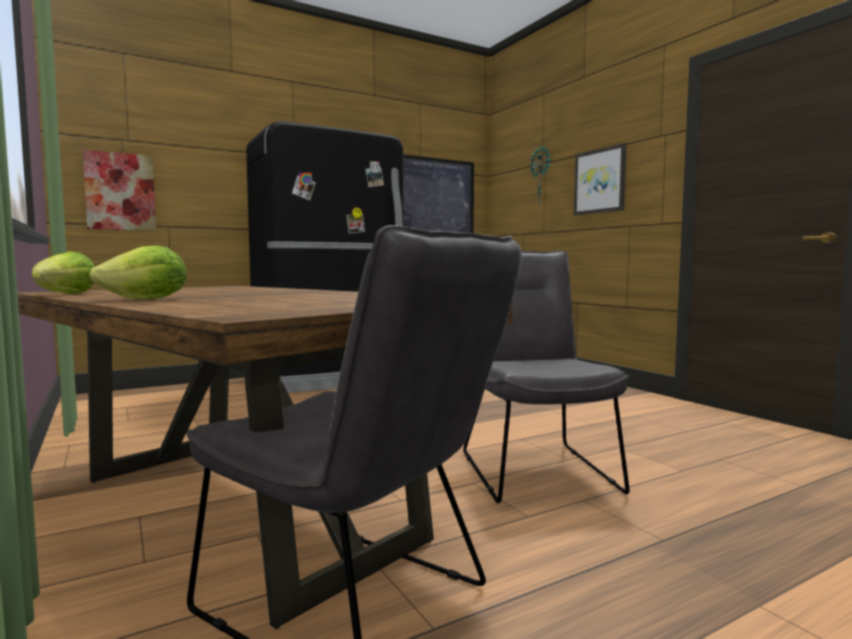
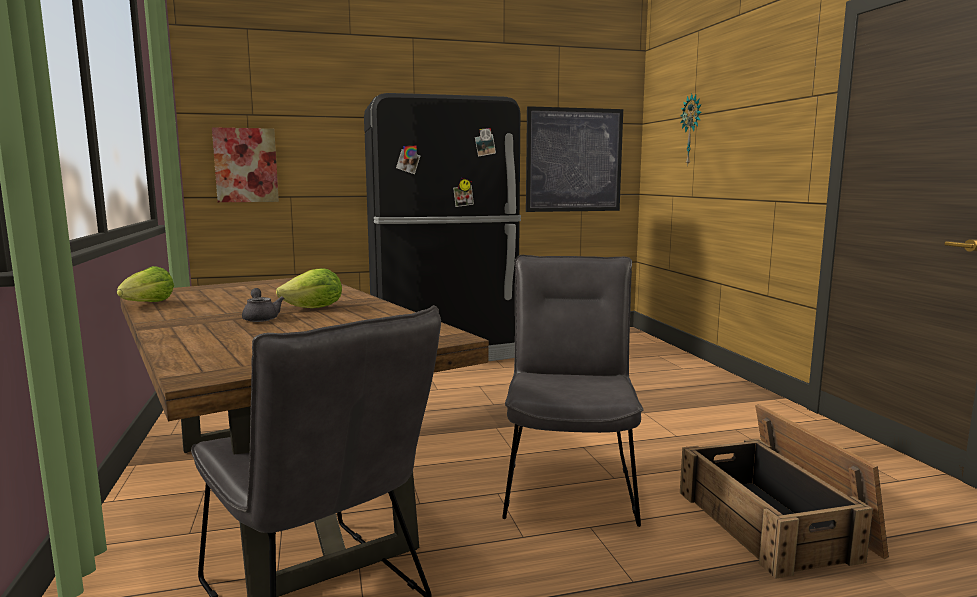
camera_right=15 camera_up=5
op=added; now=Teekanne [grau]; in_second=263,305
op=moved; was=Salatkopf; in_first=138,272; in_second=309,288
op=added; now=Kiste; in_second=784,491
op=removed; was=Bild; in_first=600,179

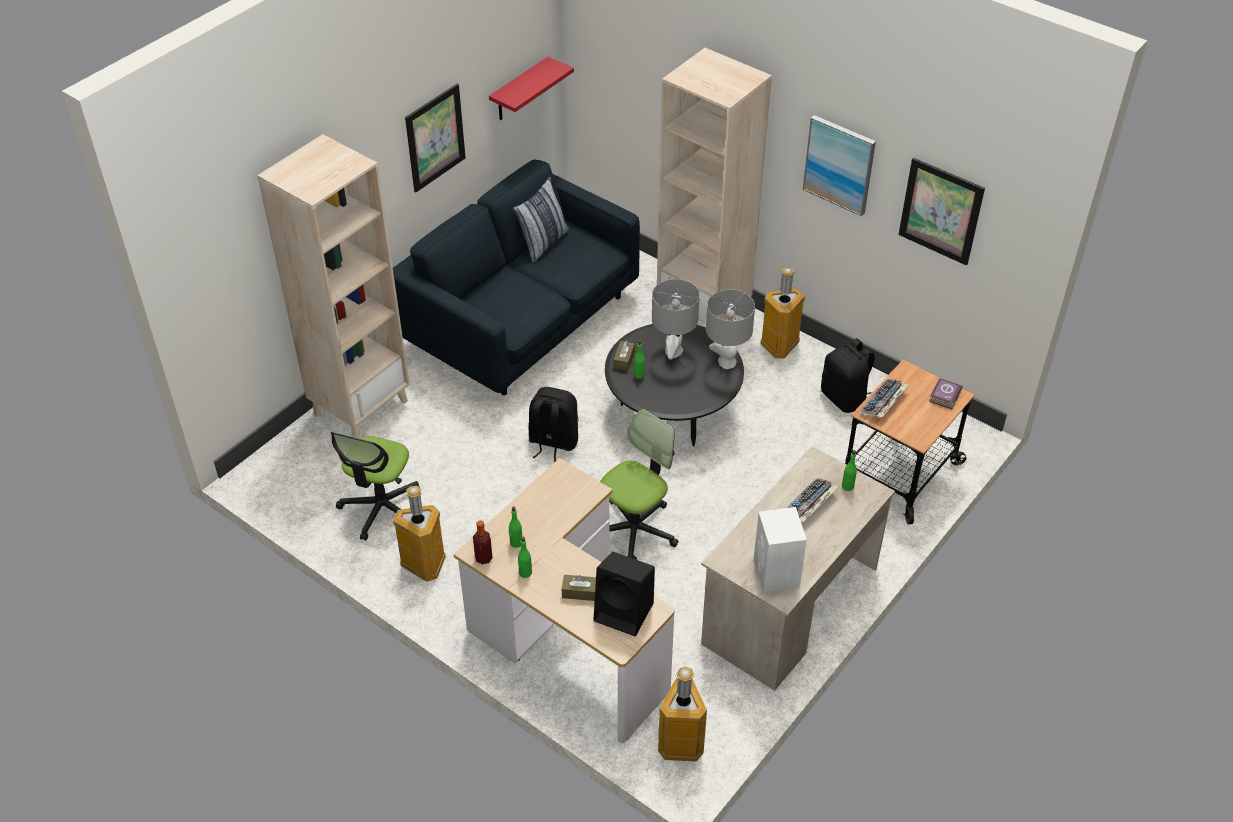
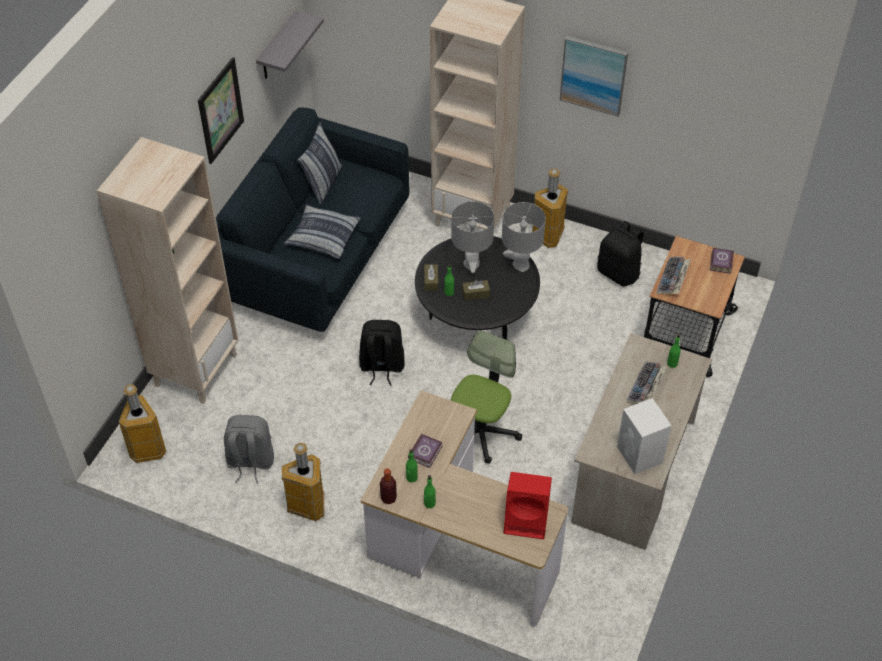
camera_right=-15 camera_up=5
op=moved; was=Mülleimer; in_first=682,714; in_second=142,423
op=replaced; was=Bürostuhl; now=Rucksack [grau]; in_first=375,486; in_second=249,449
op=recoloured; was=Wandregal [rot]; now=Wandregal [grau]; in_first=531,88; in_second=290,45
op=added; now=Kissen; in_second=322,231
op=added; now=Buch; in_second=425,450
op=moved; was=Taschentuchbox [braun]; in_first=579,588; in_second=476,290
op=recoloured; was=Lautsprecher [schwarz]; now=Lautsprecher [rot]; in_first=624,594; in_second=528,505
op=removed; was=Bild; in_first=941,212

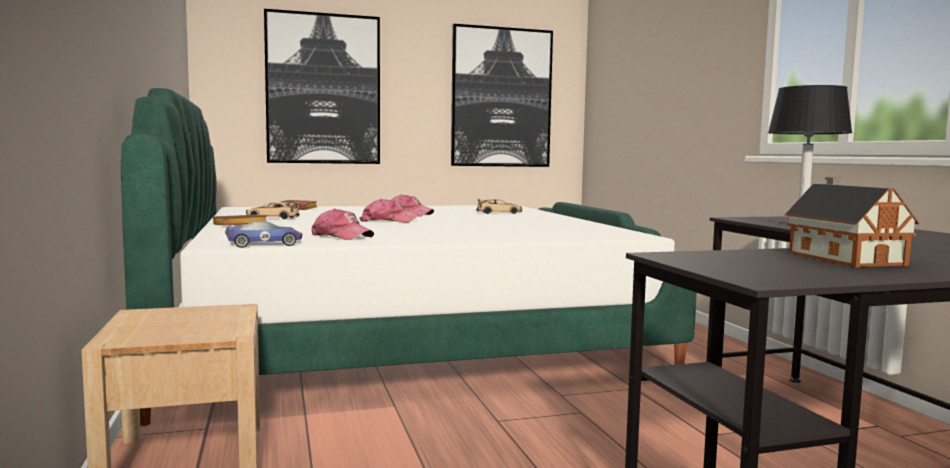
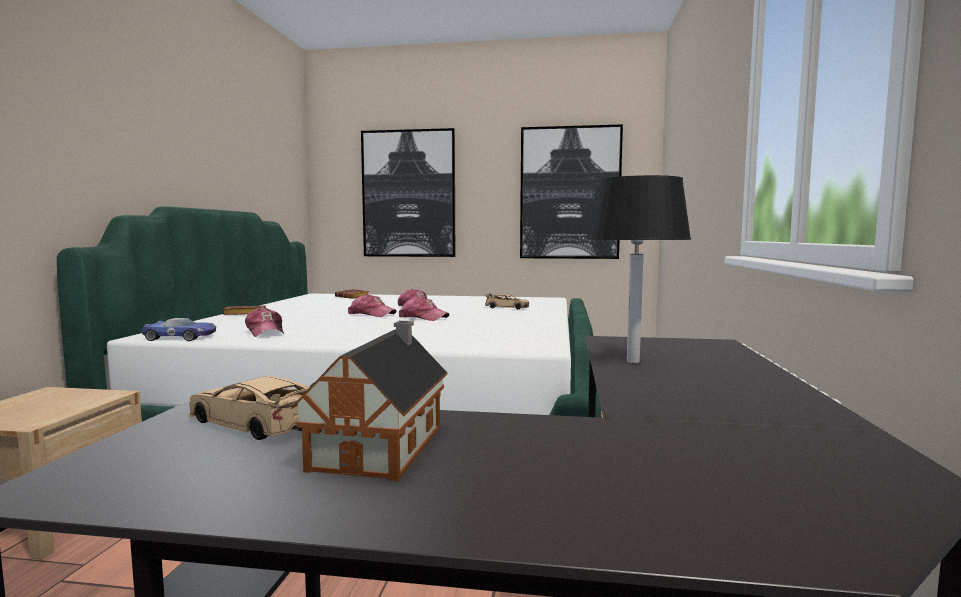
camera_right=25 camera_up=0
op=moved; was=Spielzeugauto [beige]; in_first=273,210; in_second=251,408
op=added; now=Kappe; in_second=424,309

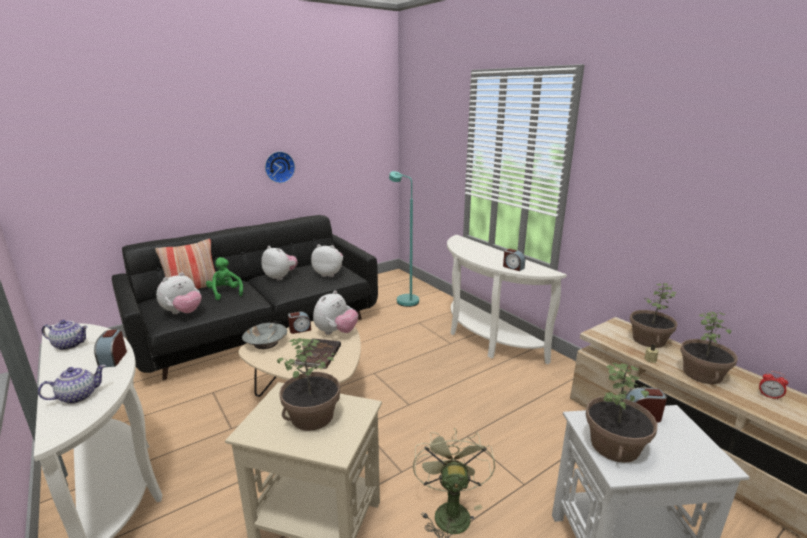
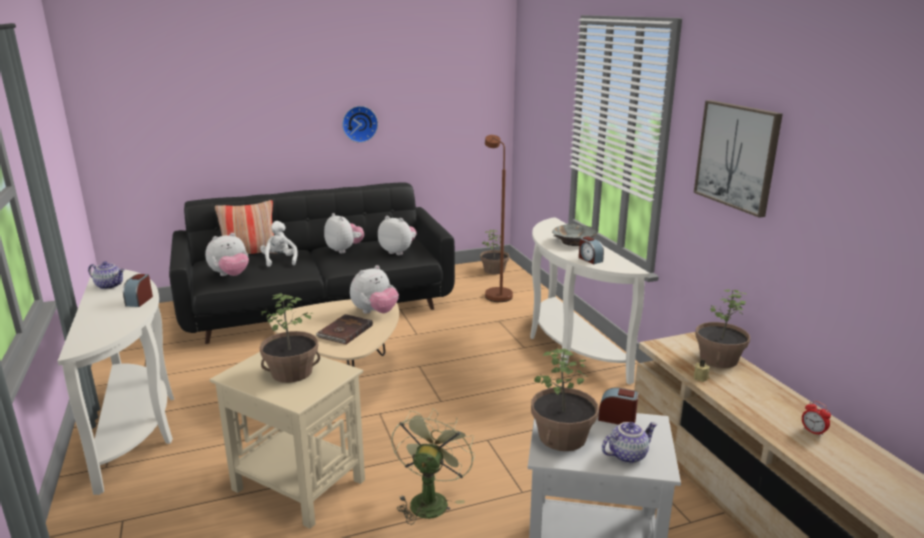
camera_right=15 camera_up=0
op=recoloured; was=Plüschtier [grün]; now=Plüschtier [weiß]; in_first=224,278; in_second=279,244
op=moved; was=Topfpflanze; in_first=709,348; in_second=494,252
op=recoloured; was=Stehlampe [türkis]; now=Stehlampe [braun]; in_first=404,239; in_second=499,218
op=moved; was=Schüssel [grau]; in_first=264,336; in_second=574,235
op=moved; was=Teekanne; in_first=72,384; in_second=629,442
op=added; now=Bild; in_second=738,159
op=removed; was=Wecker; in_first=299,323

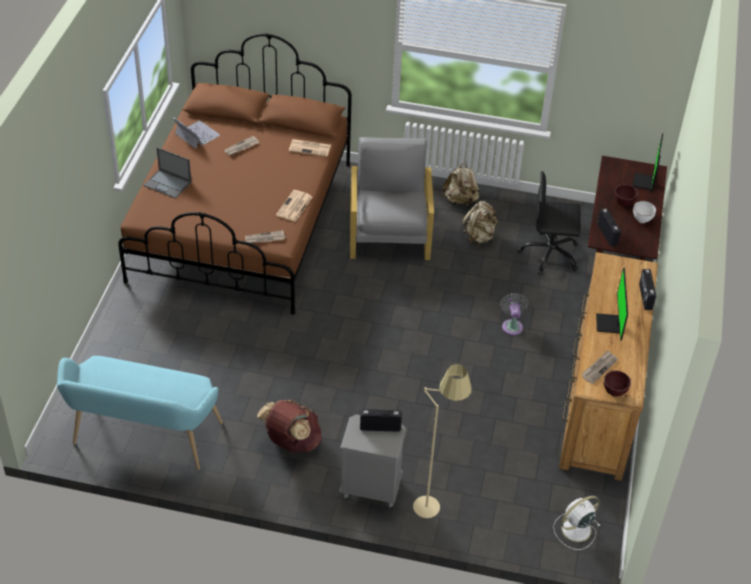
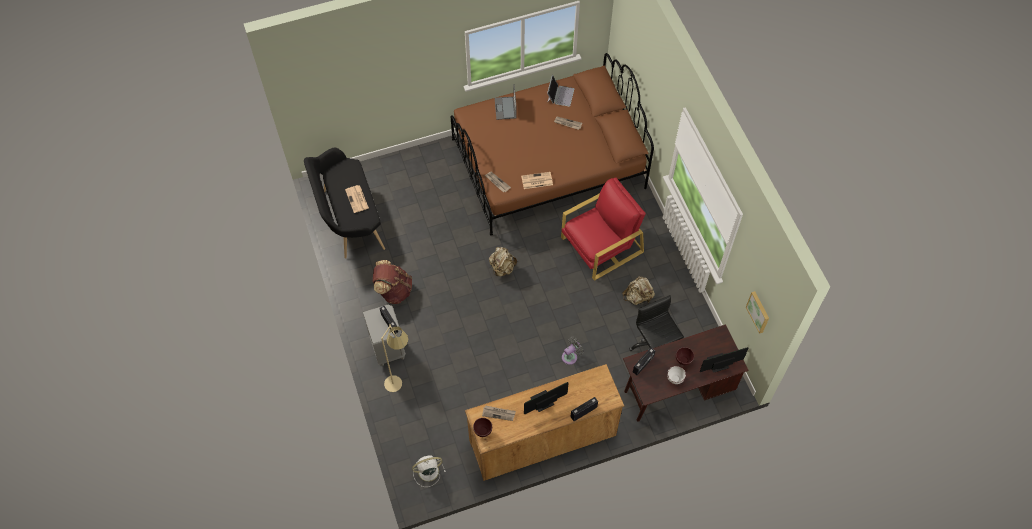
camera_right=60 camera_up=15
op=recoloured; was=Bank [türkis]; now=Bank [schwarz]; in_first=140,413; in_second=344,203
op=moved; was=Zeitung; in_first=310,148; in_second=357,199
op=turned; was=Ventilator [weiß]; in_first=576,523; in_second=429,471; clockwise=-45
op=moved; was=Rucksack [beige]; in_first=461,185; in_second=503,262
op=recoloured; was=Sessel [grau]; now=Sessel [rot]; in_first=392,198; in_second=603,229
op=added; now=Bild; in_second=757,312

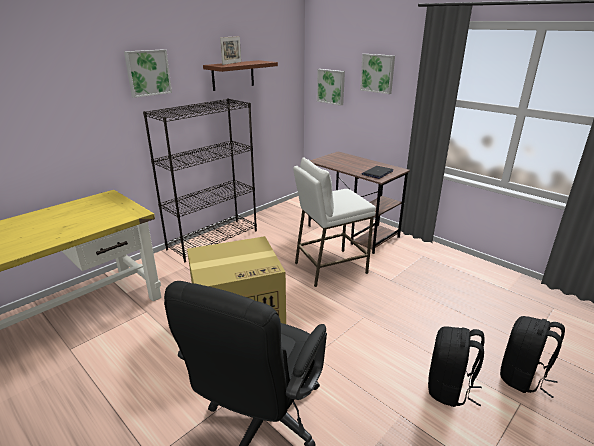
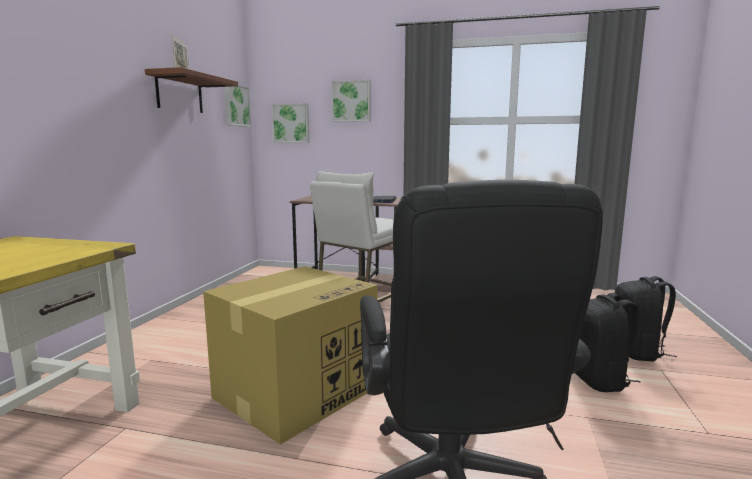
camera_right=-30 camera_up=-15
op=moved; was=Bild; in_first=148,73; in_second=237,106
op=removed; was=Bücherregal [schwarz]; in_first=200,180

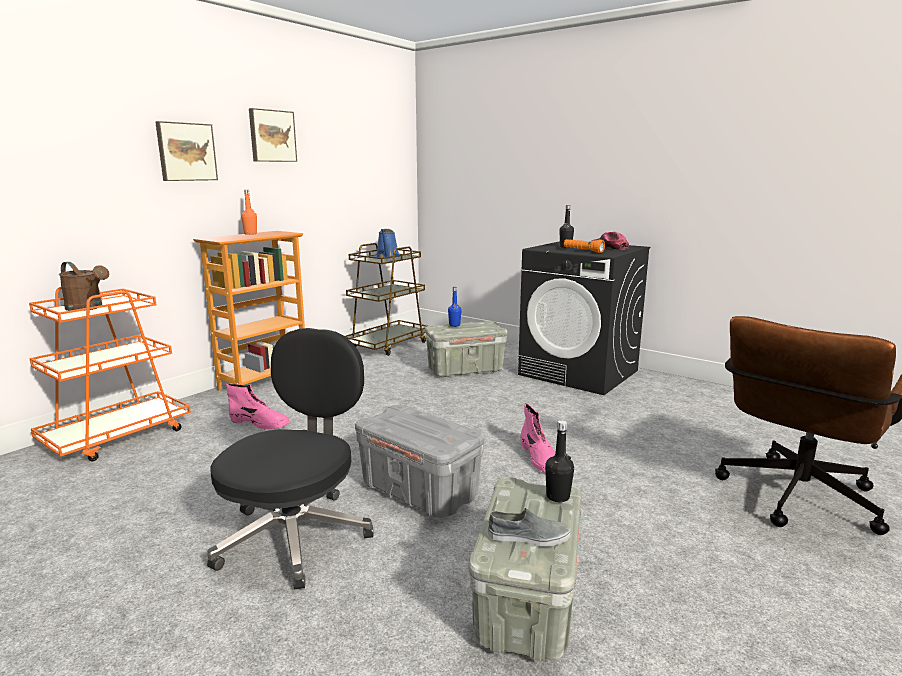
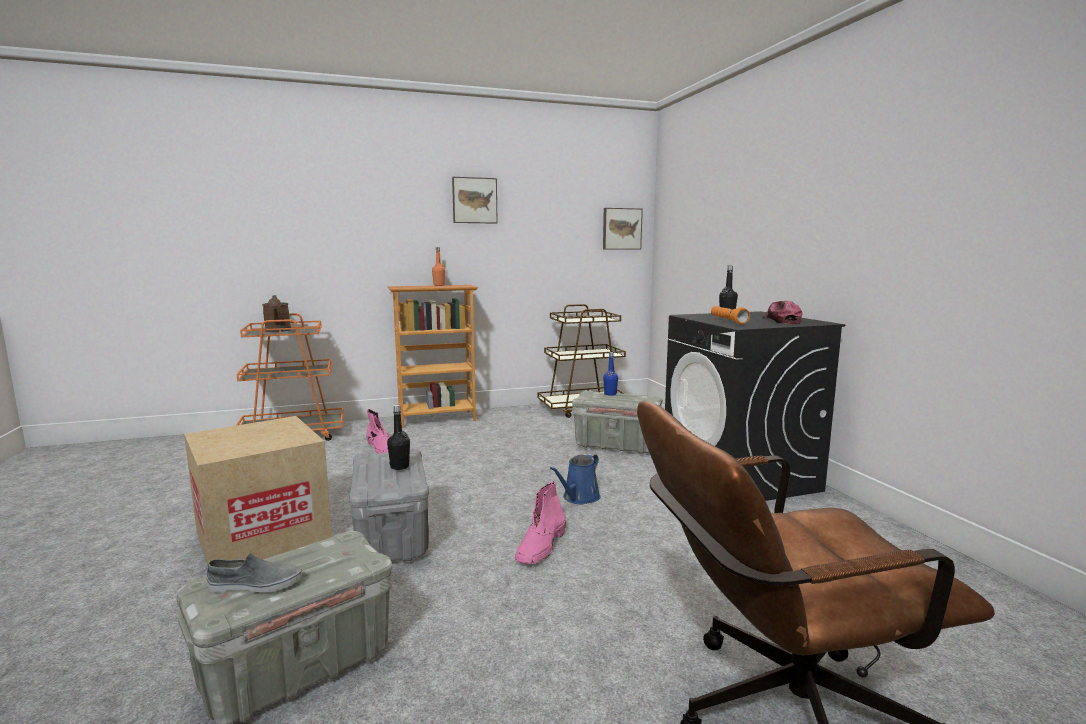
camera_right=35 camera_up=-5
op=replaced; was=Bürostuhl [schwarz]; now=Karton; in_first=290,458; in_second=258,491
op=turned; was=Schuh [grau]; in_first=529,527; in_second=254,573; clockwise=-45
op=moved; was=Flasche [schwarz]; in_first=559,461; in_second=398,437
op=moved; was=Gießkanne [blau]; in_first=388,244; in_second=575,478
op=moved; was=Bild; in_first=186,151; in_second=623,228

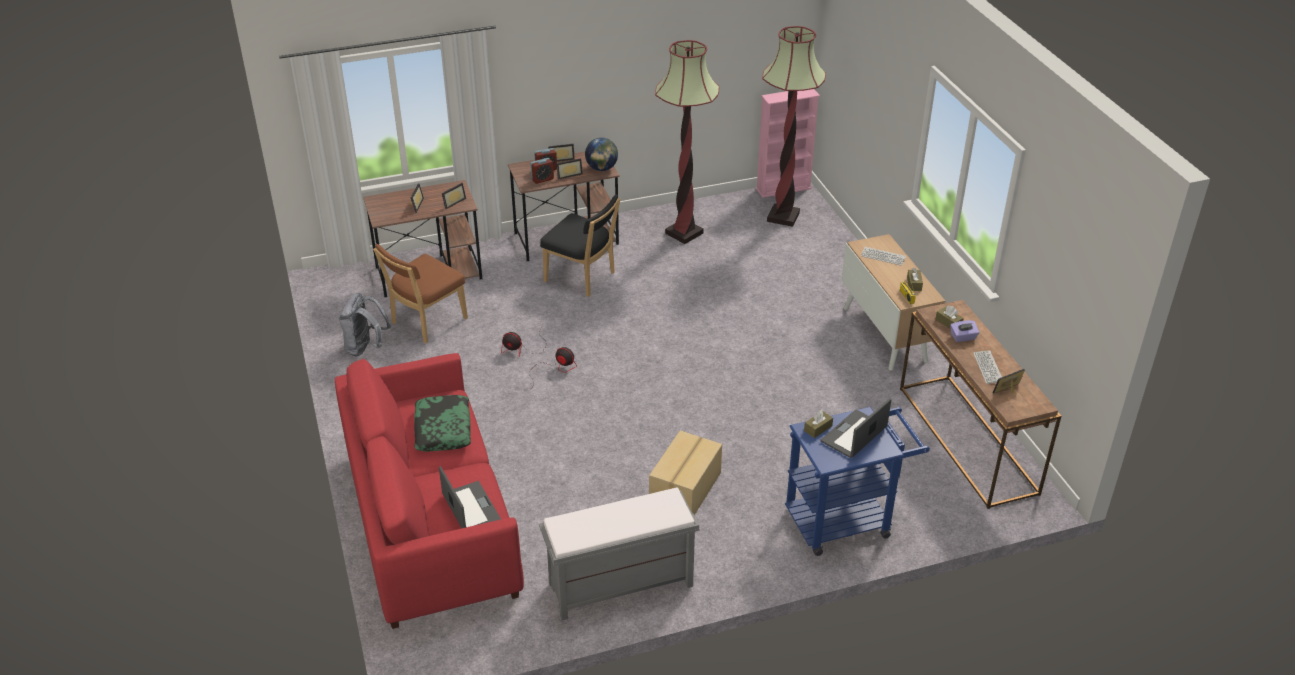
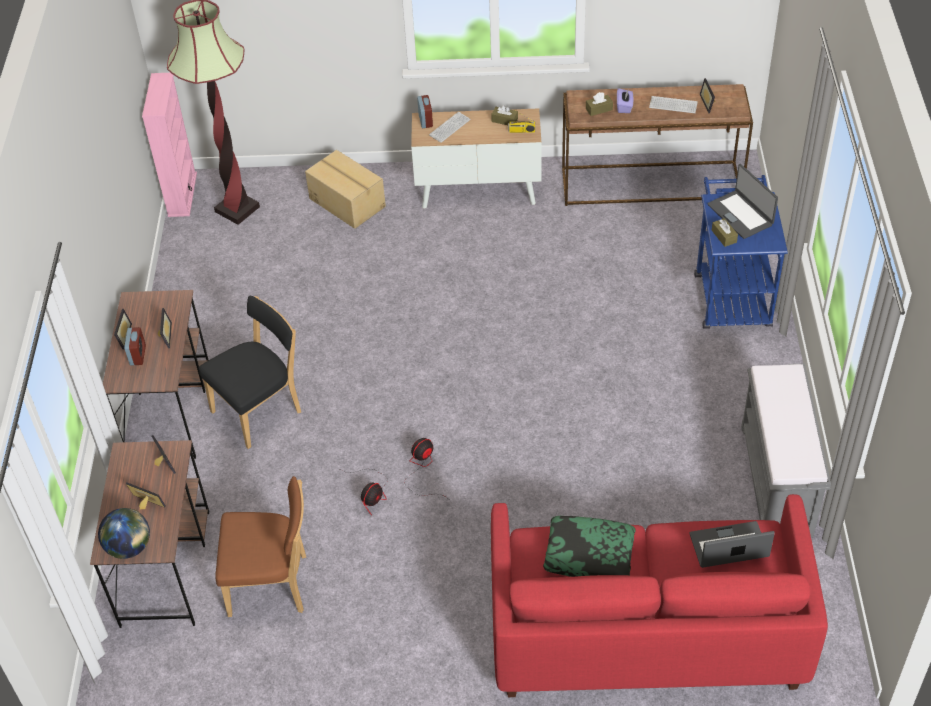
camera_right=-70 camera_up=10
op=moved; was=Globus; in_first=601,154; in_second=124,533
op=turned; was=Stuhl [braun]; in_first=420,293; in_second=260,546; clockwise=-60
op=moved; was=Karton; in_first=685,472; in_second=345,189
op=moved; was=Wecker; in_first=542,171; in_second=425,111
op=removed; was=Rucksack [grau]; in_first=365,324
op=removed; was=Stehlampe; in_first=687,142

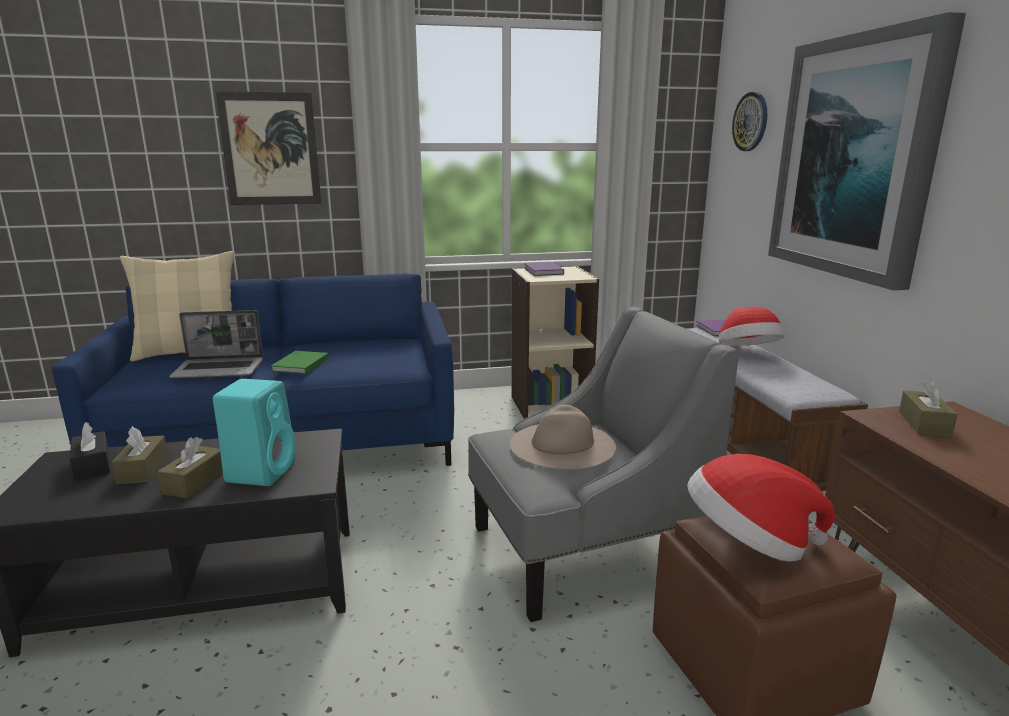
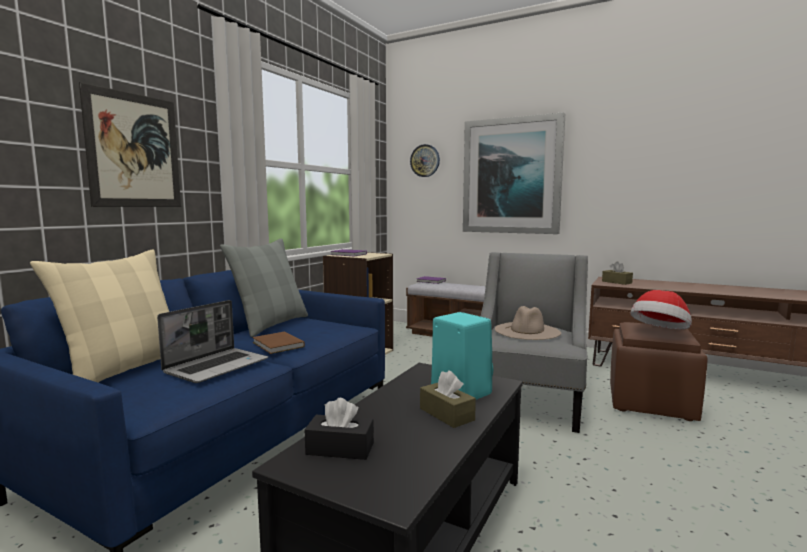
camera_right=-50 camera_up=-10
op=added; now=Kissen [grau]; in_second=264,287
op=recoloured; was=Buch [grün]; now=Buch [braun]; in_first=300,362; in_second=278,342
op=removed; was=Taschentuchbox [braun]; in_first=139,455
op=removed; was=Hut; in_first=752,326

